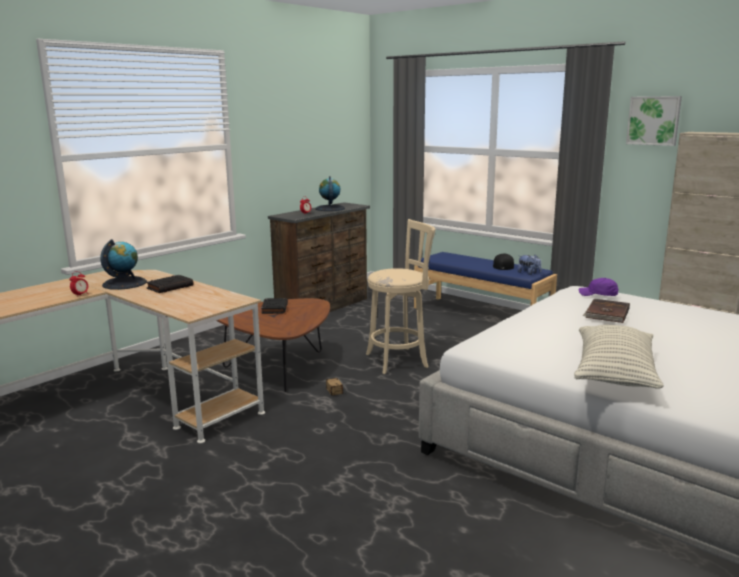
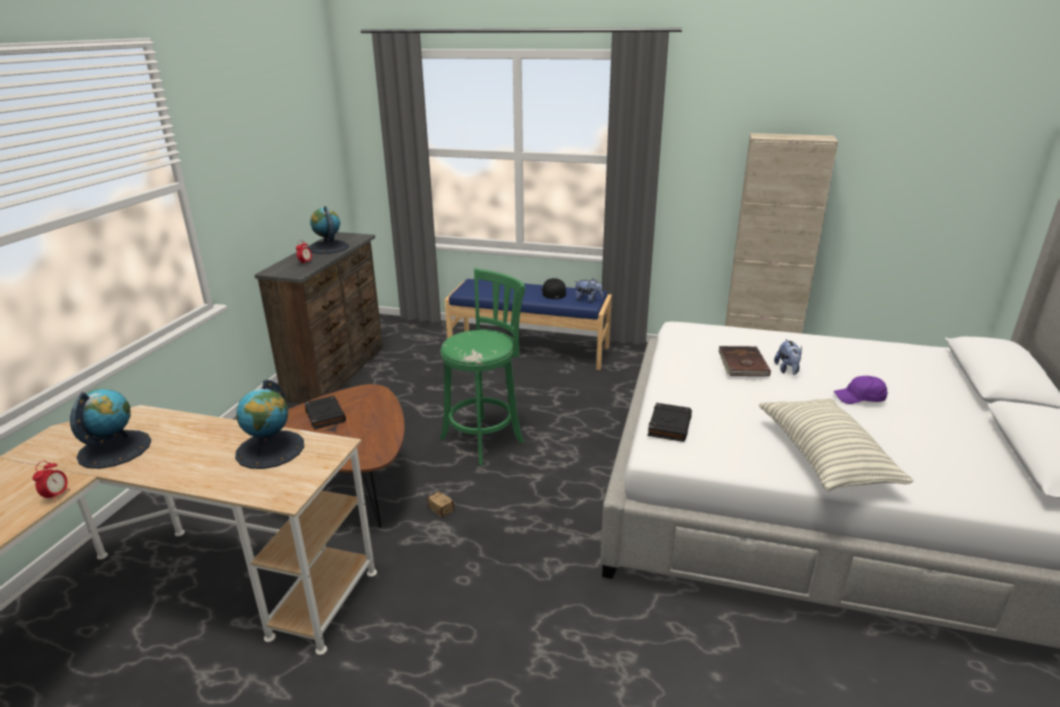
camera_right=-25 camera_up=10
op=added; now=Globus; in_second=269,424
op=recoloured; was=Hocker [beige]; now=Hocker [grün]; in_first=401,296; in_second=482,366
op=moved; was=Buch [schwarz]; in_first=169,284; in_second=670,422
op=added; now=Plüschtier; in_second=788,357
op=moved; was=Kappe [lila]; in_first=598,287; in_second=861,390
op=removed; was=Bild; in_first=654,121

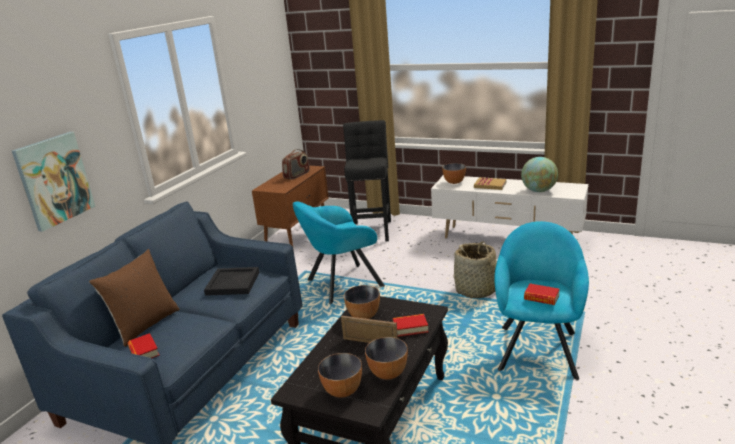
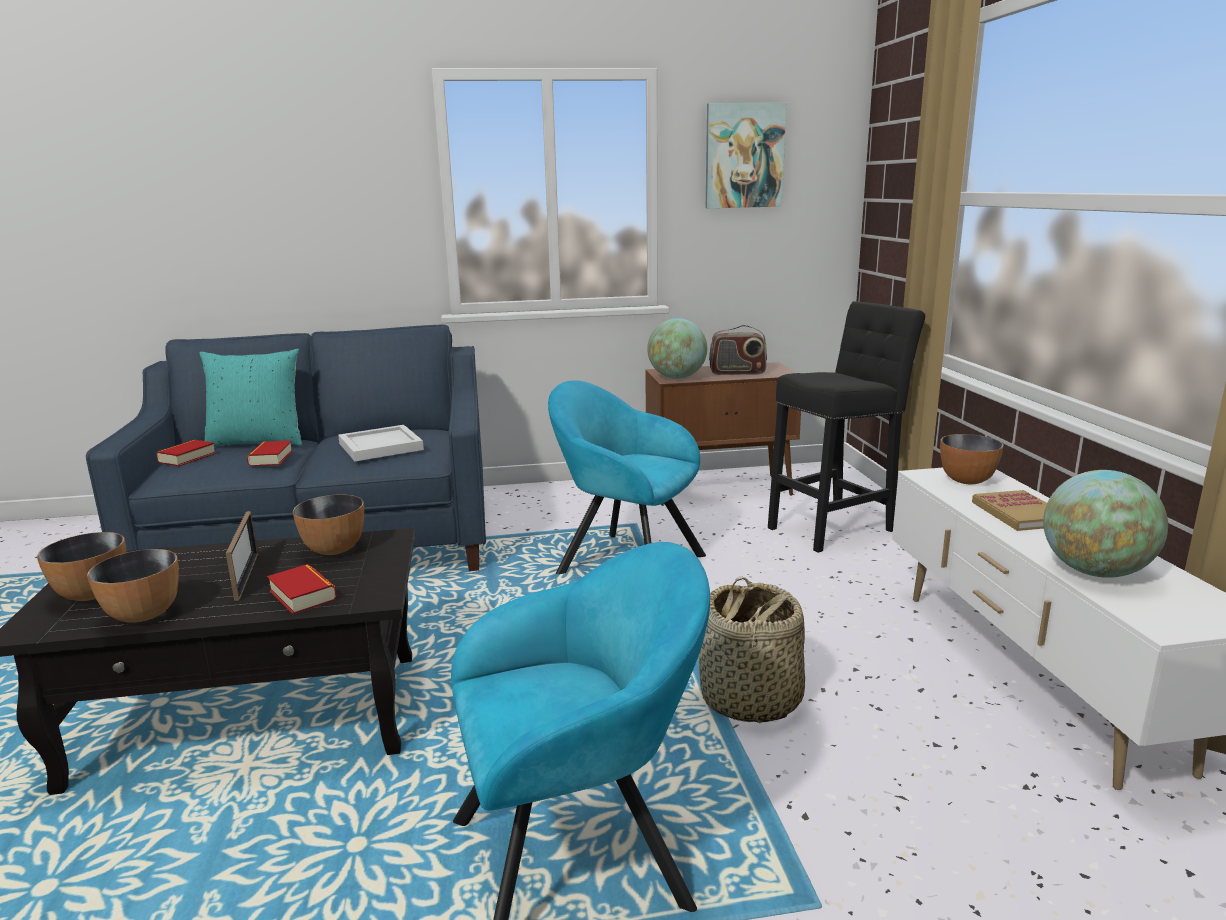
camera_right=55 camera_up=-5
op=recoloured; was=Kissen [braun]; now=Kissen [türkis]; in_first=134,298; in_second=250,398
op=moved; was=Buch; in_first=541,294; in_second=270,453
op=recoloured; was=Tablett [schwarz]; now=Tablett [weiß]; in_first=231,281; in_second=381,443
op=added; now=Globus; in_second=677,348
op=moved; was=Bild; in_first=53,182; in_second=746,155

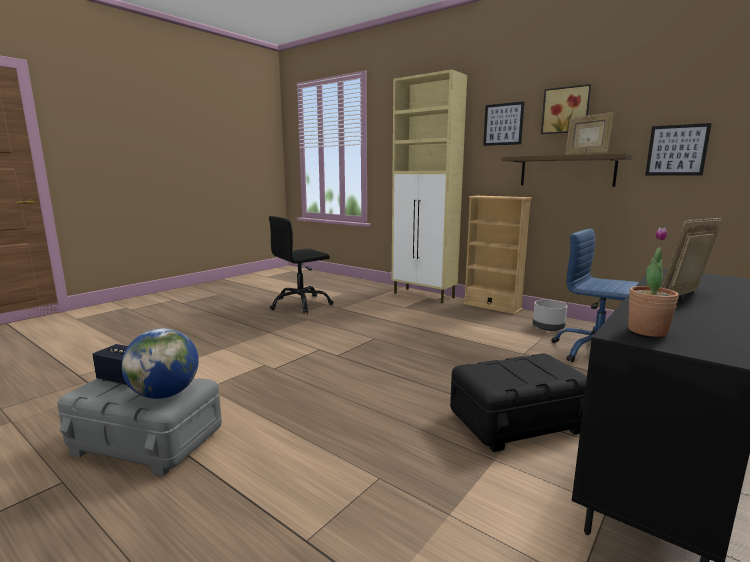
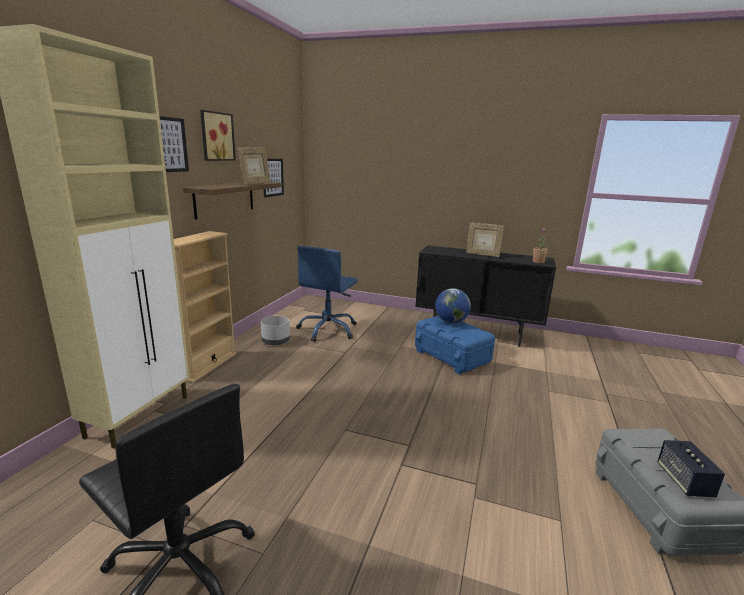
camera_right=-110 camera_up=5
op=recoloured; was=Aufbewahrungsbox [schwarz]; now=Aufbewahrungsbox [blau]; in_first=518,402; in_second=455,345
op=moved; was=Globus; in_first=160,363; in_second=453,305

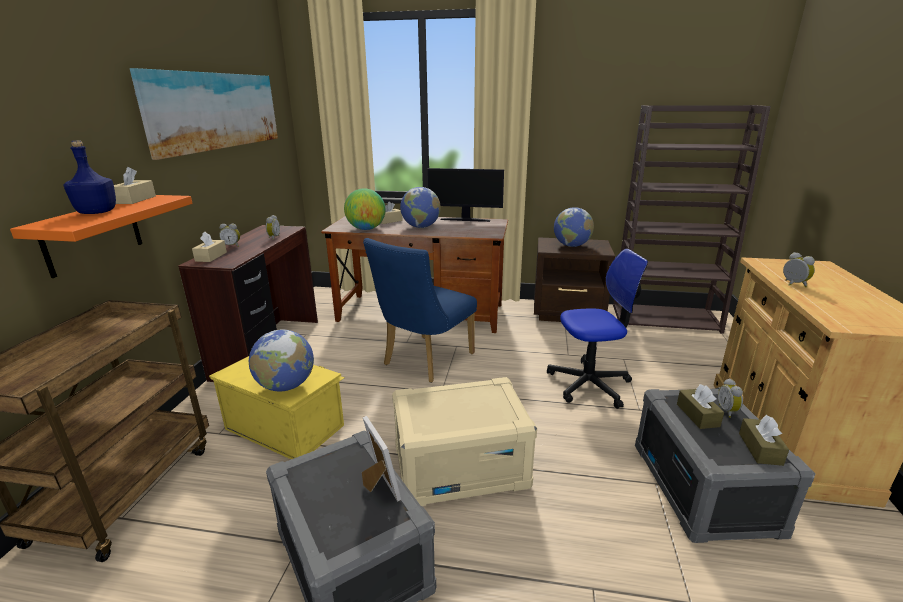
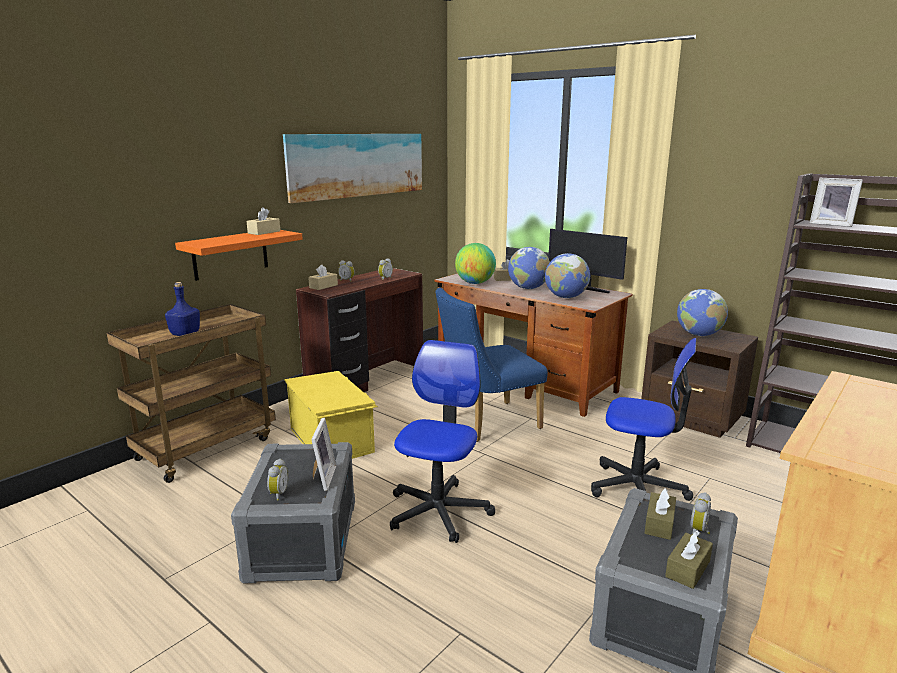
camera_right=30 camera_up=-5
op=moved; was=Flasche [blau]; in_first=90,177; in_second=182,309
op=moved; was=Wecker; in_first=799,269; in_second=278,480
op=replaced; was=Aufbewahrungsbox [beige]; now=Bürostuhl; in_first=464,441; in_second=442,441
op=moved; was=Globus; in_first=281,360; in_second=567,275
op=added; now=Bilderrahmen; in_second=836,202

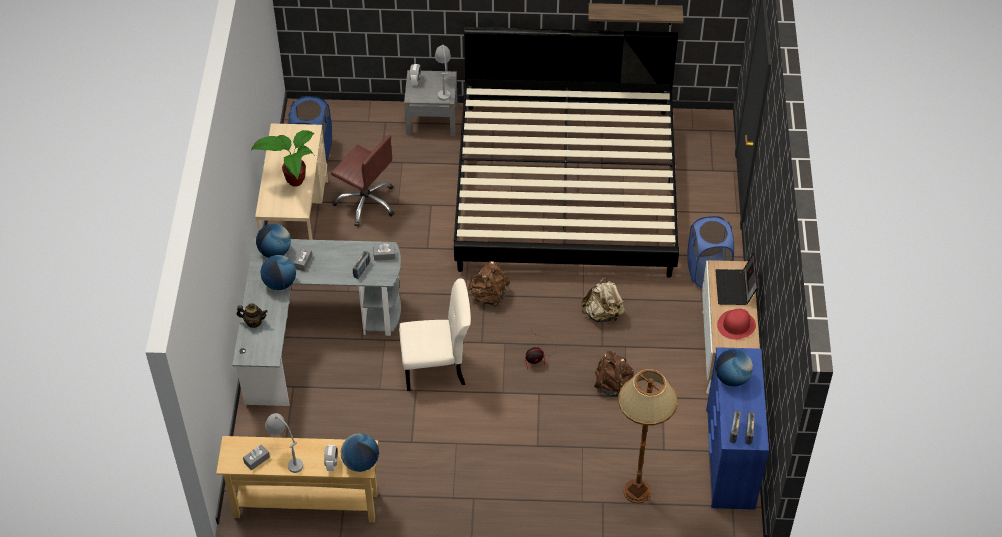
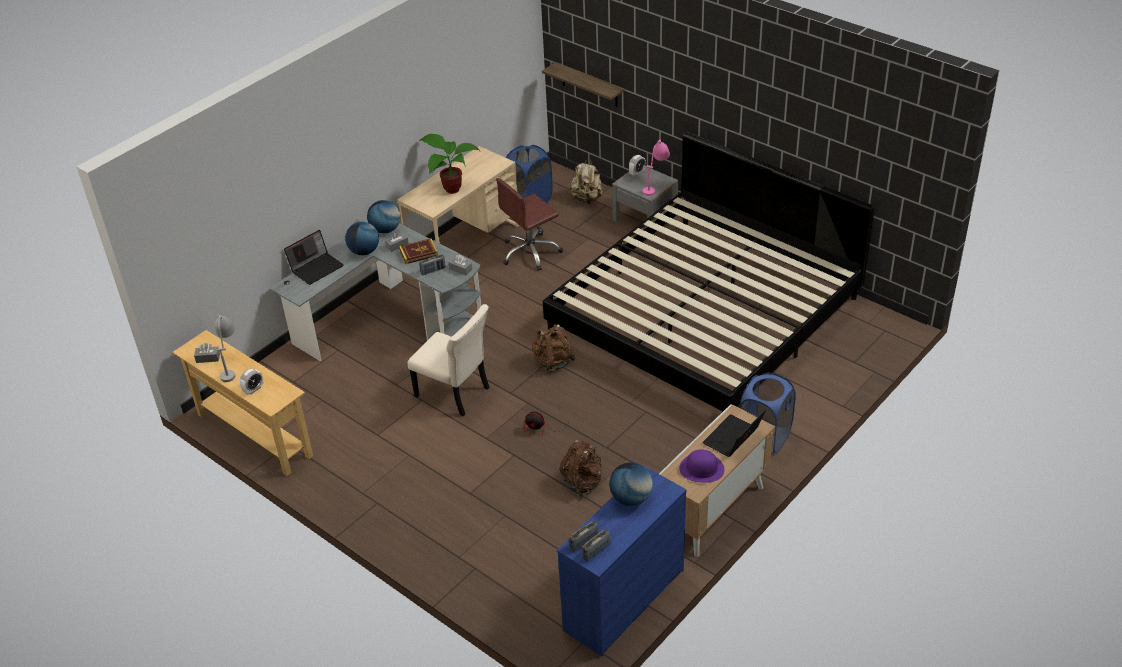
camera_right=40 camera_up=-10
op=replaced; was=Teekanne; now=Laptop; in_first=252,315; in_second=314,257
op=added; now=Buch; in_second=418,251
op=turned; was=Bürostuhl [braun]; in_first=362,181; in_second=529,224; clockwise=75
op=moved; was=Wandregal; in_first=635,14; in_second=583,84
op=moved; was=Rucksack [beige]; in_first=603,300; in_second=586,181
op=recoloured; was=Tischlampe [grau]; now=Tischlampe [rosa]; in_first=443,72; in_second=656,168
op=recoloured; was=Hut [rot]; now=Hut [lila]; in_first=736,324; in_second=702,466
op=removed; was=Globus; in_first=360,452
op=removed; was=Stehlampe [braun]; in_first=648,436

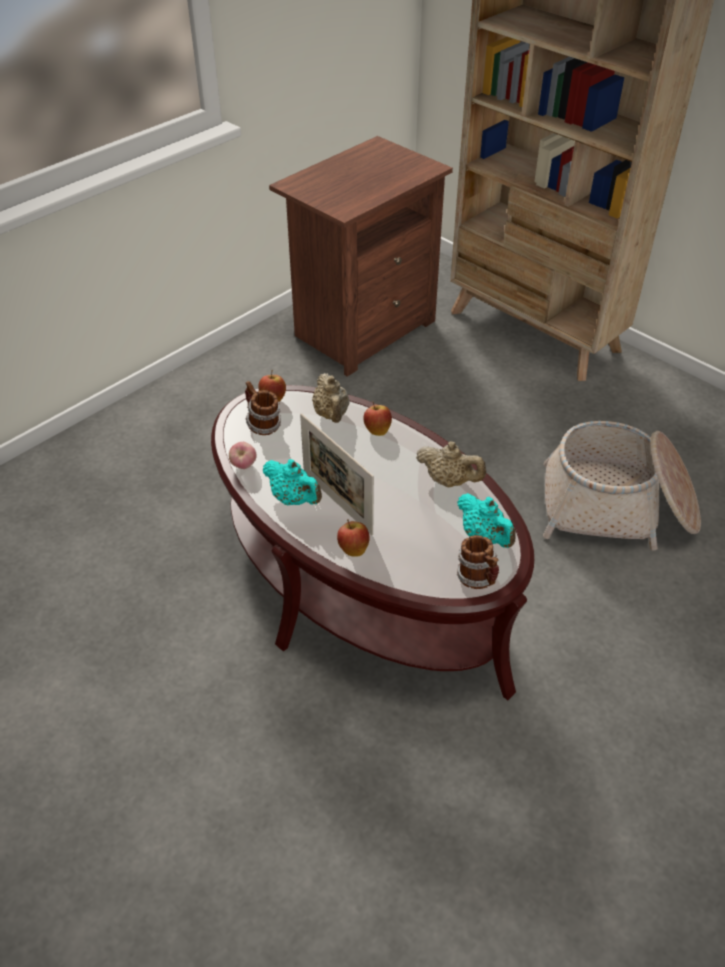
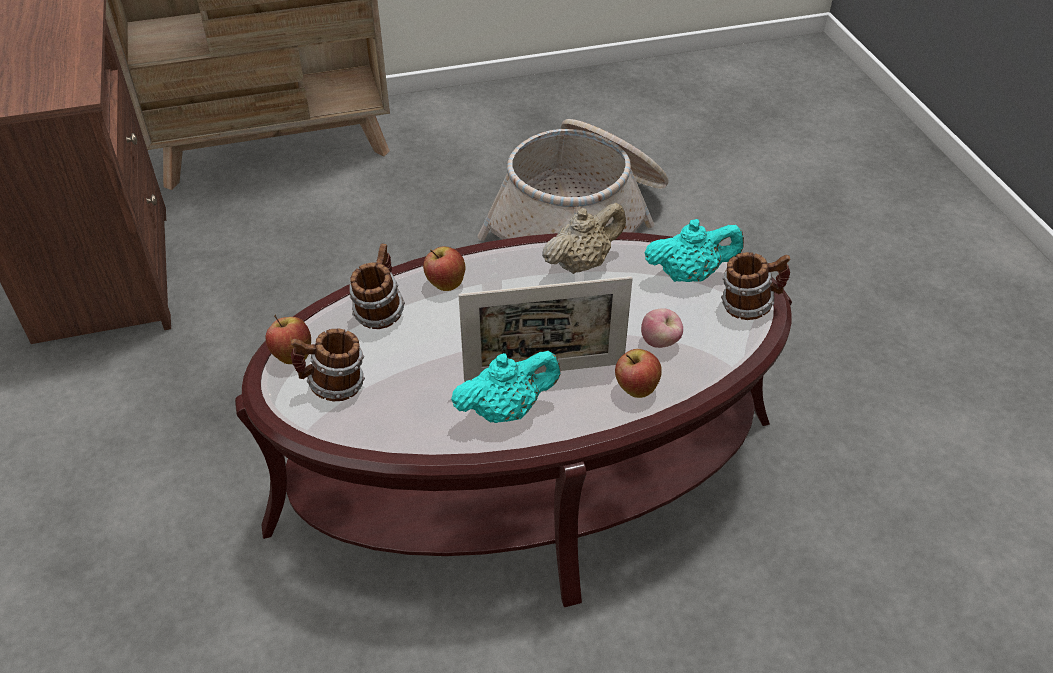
camera_right=-60 camera_up=0
op=replaced; was=Teekanne [beige]; now=Henkelbecher; in_first=331,398; in_second=377,286
op=moved; was=Apfel; in_first=243,455; in_second=662,328

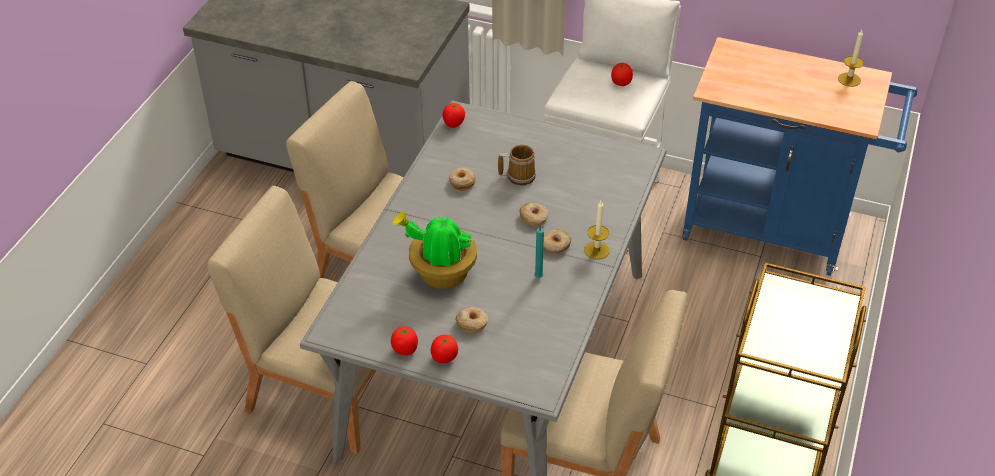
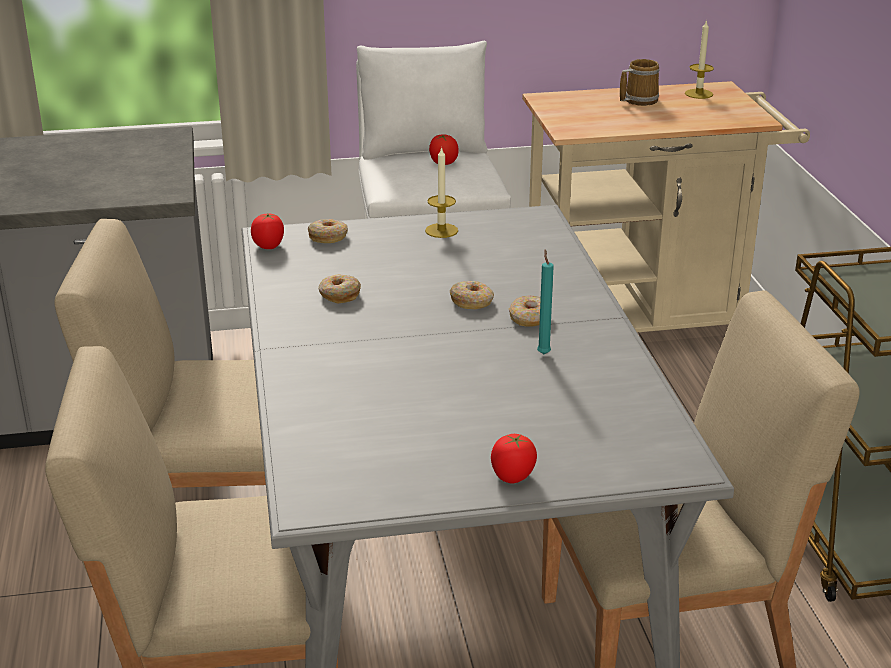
camera_right=-30 camera_up=-15
op=moved; was=Donut; in_first=471,320; in_second=328,231
op=moved; was=Kerze; in_first=597,230; in_second=441,192
op=recoloured; was=Rollwagen [blau]; now=Rollwagen [beige]; in_first=800,156; in_second=666,206
op=moved; was=Henkelbecher; in_first=517,165; in_second=639,82
op=removed; was=Tomate; in_first=404,341
op=removed; was=Topfpflanze; in_first=434,250

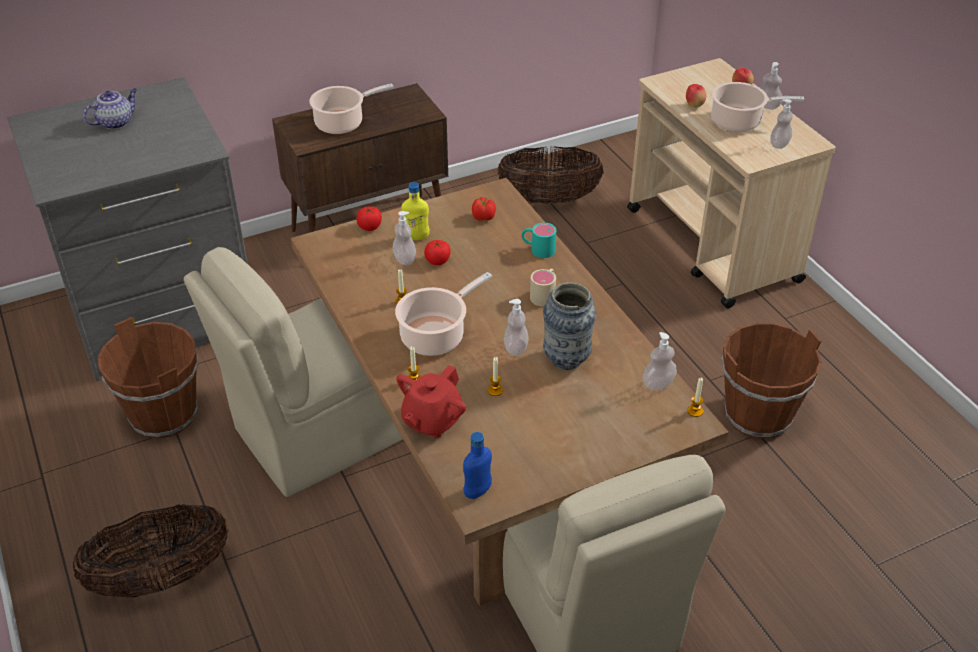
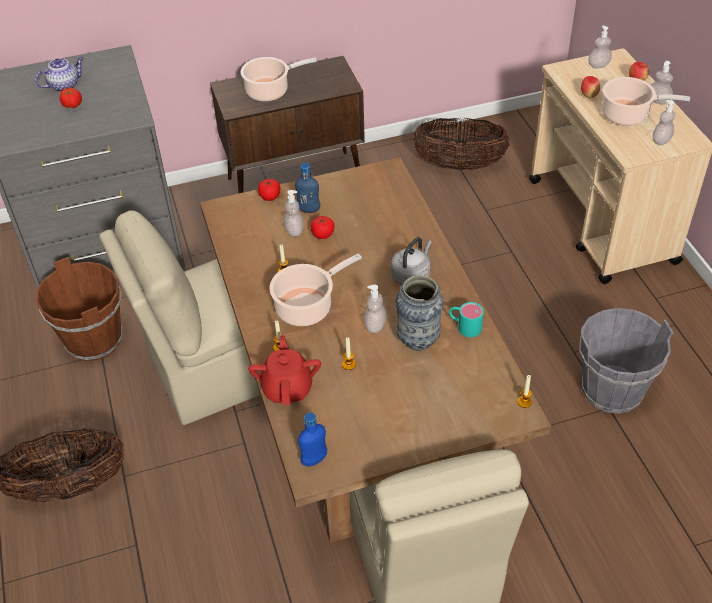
camera_right=10 camera_up=5
op=moved; was=Tomate; in_first=484,209; in_second=70,98
op=turned; was=Teekanne [rot]; in_first=431,401; in_second=284,370; clockwise=135
op=recoloured; was=Flasche [gelb]; now=Flasche [blau]; in_first=415,211; in_second=307,188
op=replaced; was=Henkelbecher [beige]; now=Wasserkessel [grau]; in_first=543,287; in_second=411,261
op=moved; was=Henkelbecher [türkis]; in_first=538,240; in_second=466,319
op=recoloured; was=Eimer [braun]; now=Eimer [grau]; in_first=772,381; in_second=626,361
op=moved; was=Seifenspender; in_first=660,361; in_second=600,47

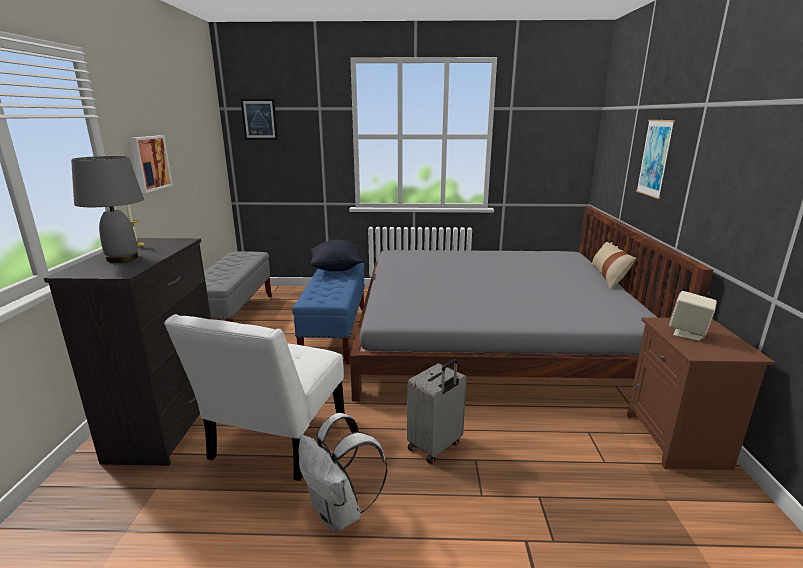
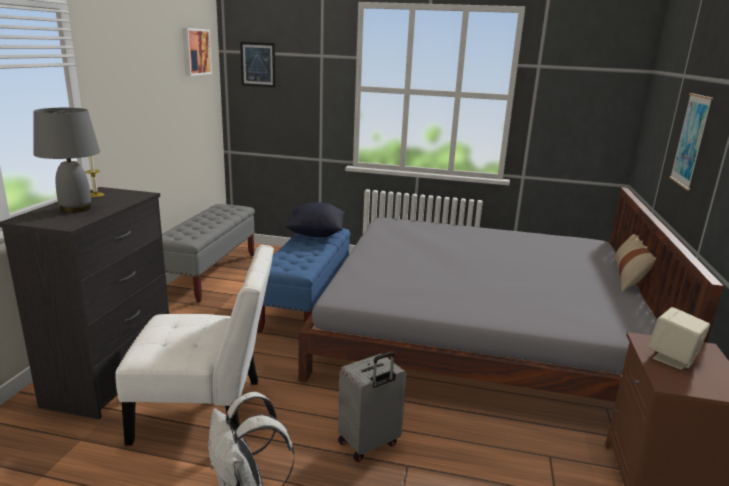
camera_right=10 camera_up=0
op=turned; was=Stuhl [weiß]; in_first=254,397; in_second=194,345; clockwise=-120
op=moved; was=Bild; in_first=151,164; in_second=197,52

